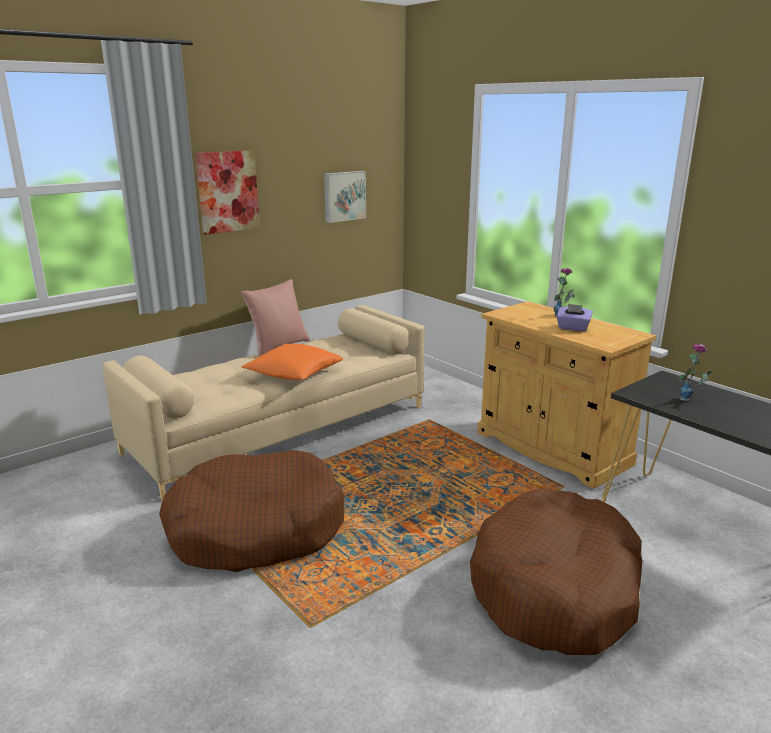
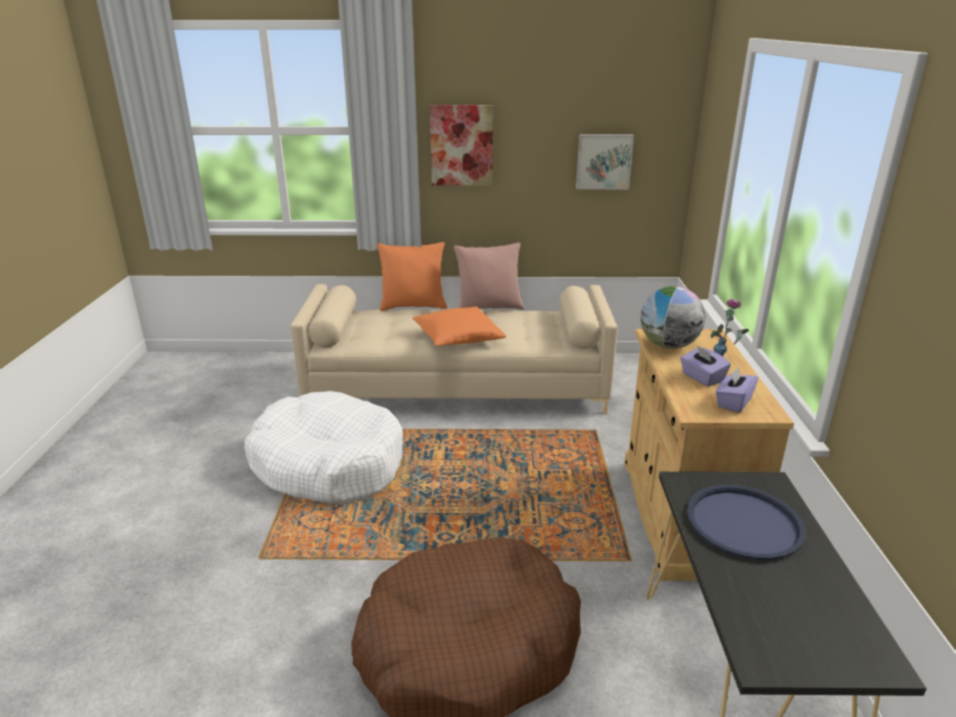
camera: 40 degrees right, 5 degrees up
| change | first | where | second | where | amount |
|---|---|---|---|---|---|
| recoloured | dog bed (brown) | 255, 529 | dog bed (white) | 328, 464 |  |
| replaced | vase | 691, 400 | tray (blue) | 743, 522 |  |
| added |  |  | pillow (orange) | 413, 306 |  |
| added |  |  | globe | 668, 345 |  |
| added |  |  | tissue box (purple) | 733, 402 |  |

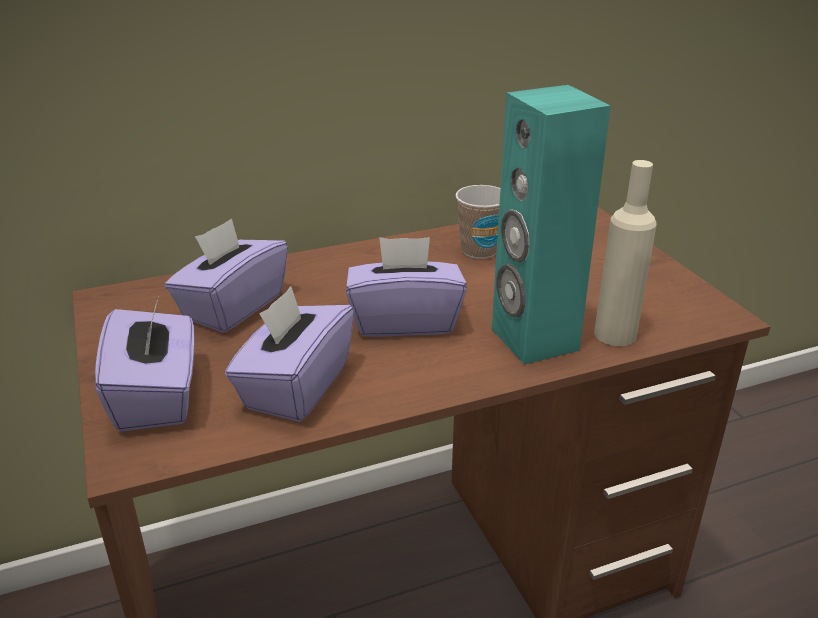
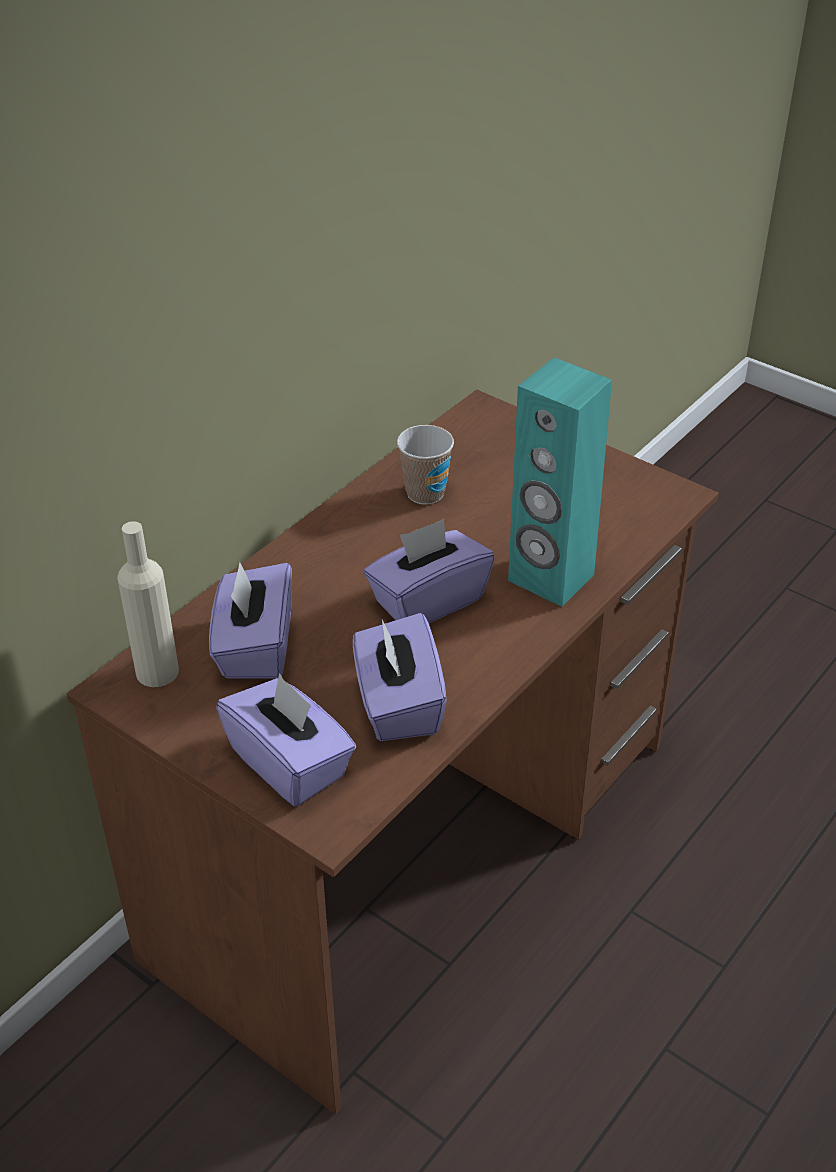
camera: 30 degrees left, 10 degrees up
| change | first | where | second | where | amount |
|---|---|---|---|---|---|
| moved | bottle (beige) | 615, 334 |  | 157, 672 |  |

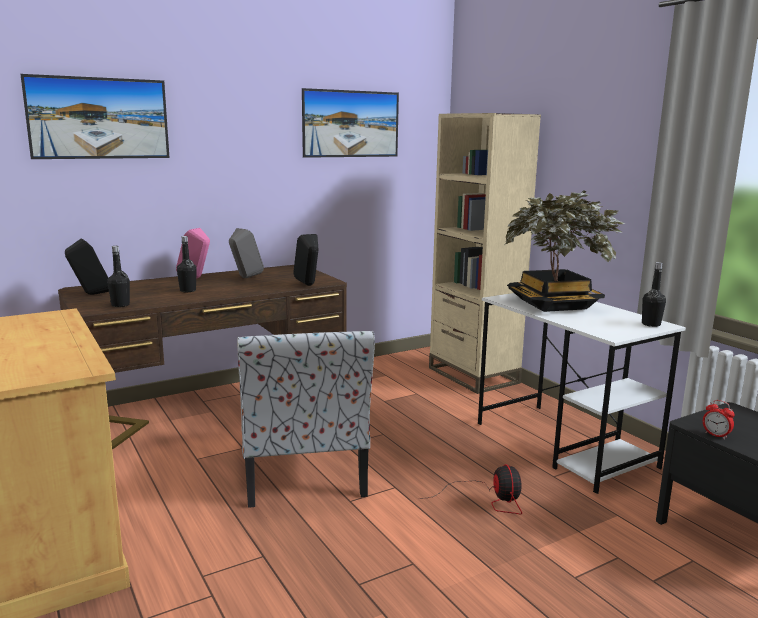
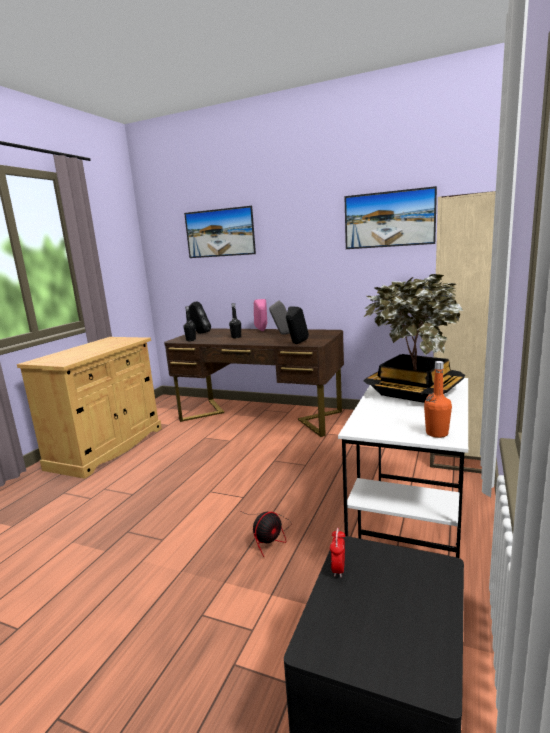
camera: 55 degrees right, 0 degrees up
| change | first | where | second | where | amount |
|---|---|---|---|---|---|
| removed | chair | 303, 470 |  |  |  |
| recoloured | bottle (black) | 651, 324 | bottle (orange) | 437, 433 |  |

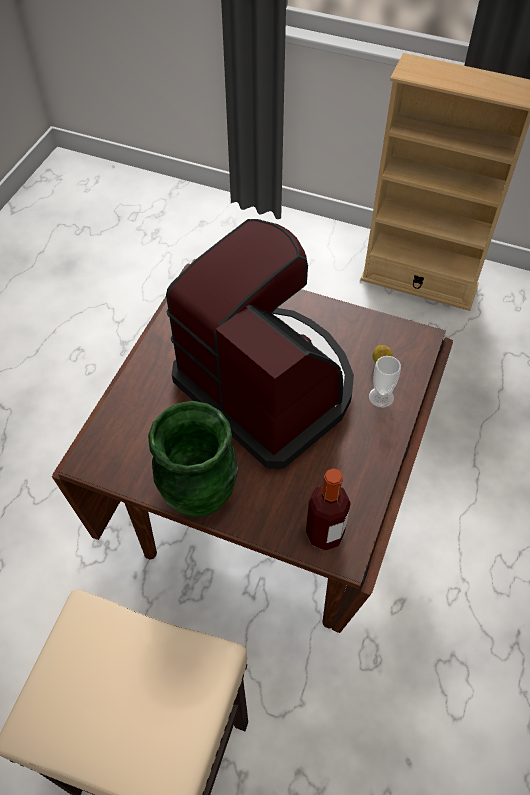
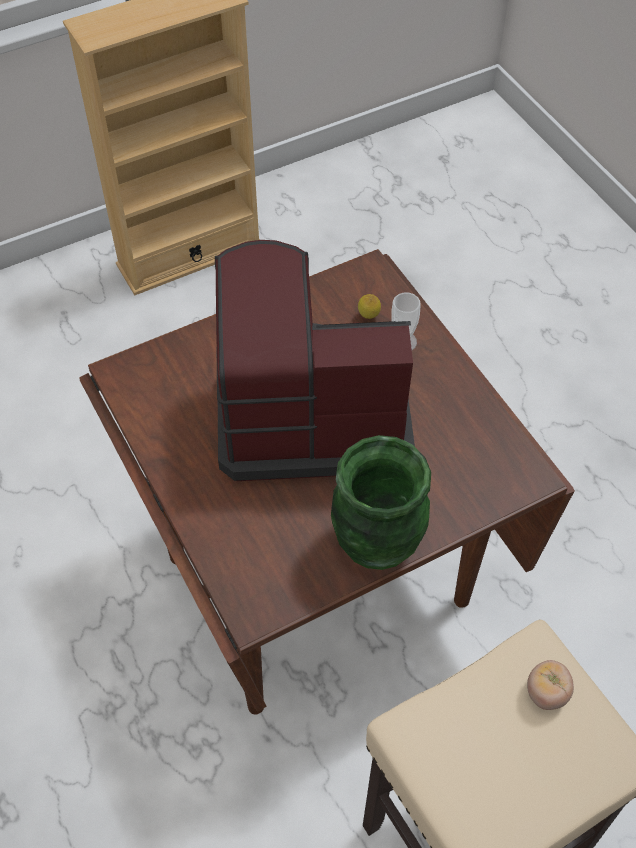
camera: 50 degrees left, 0 degrees up
| change | first | where | second | where | amount |
|---|---|---|---|---|---|
| removed | bottle | 324, 534 |  |  |  |
| added |  |  | tomato | 546, 693 |  |

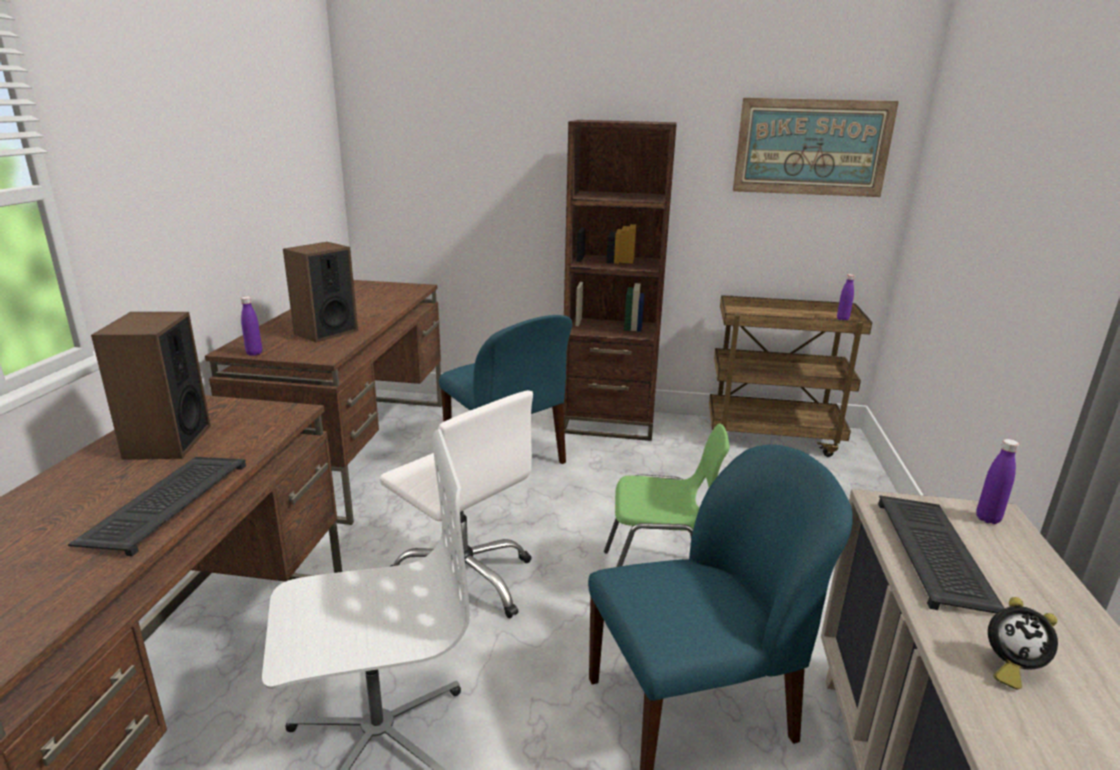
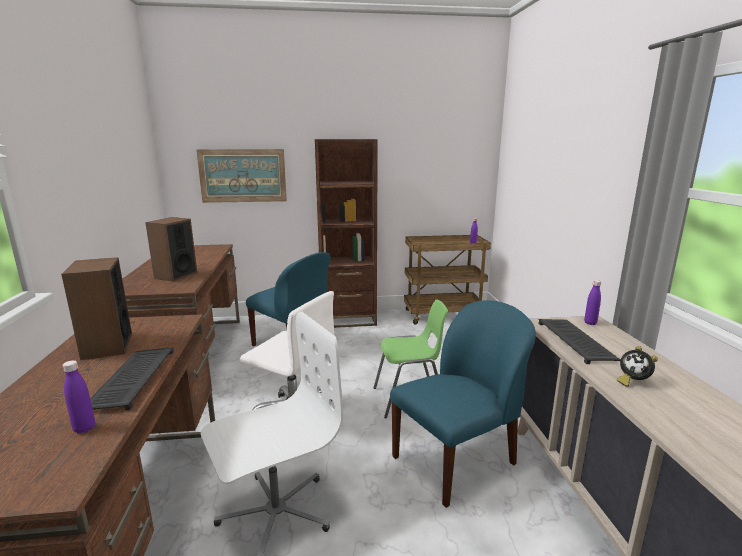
camera: 15 degrees left, 5 degrees down
| change | first | where | second | where | amount |
|---|---|---|---|---|---|
| moved | bottle (purple) | 254, 353 |  | 84, 428 |  |
| moved | picture | 812, 147 |  | 243, 175 |  |
| turned | alarm clock | 1008, 667 |  | 632, 381 | 45 degrees clockwise |

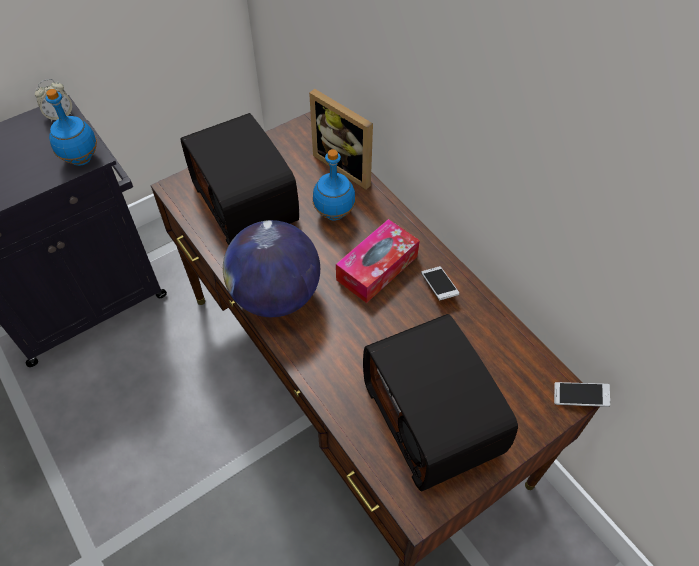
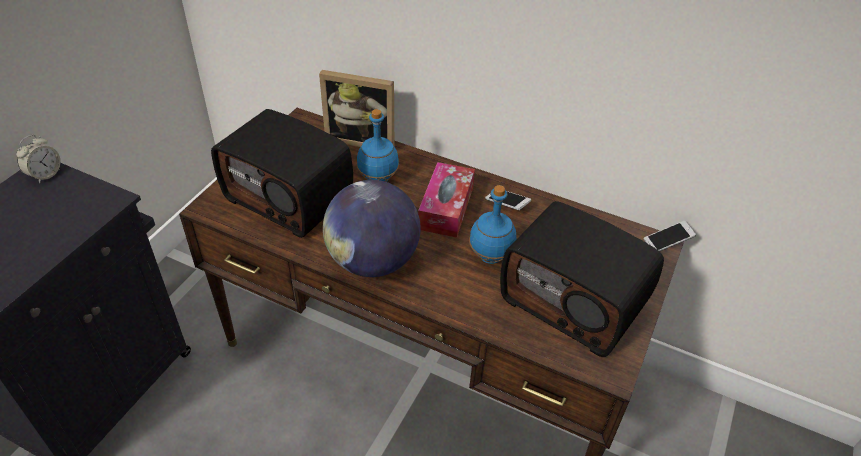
camera: 30 degrees left, 10 degrees down
| change | first | where | second | where | amount |
|---|---|---|---|---|---|
| moved | bottle (blue) | 80, 159 |  | 489, 256 |  |

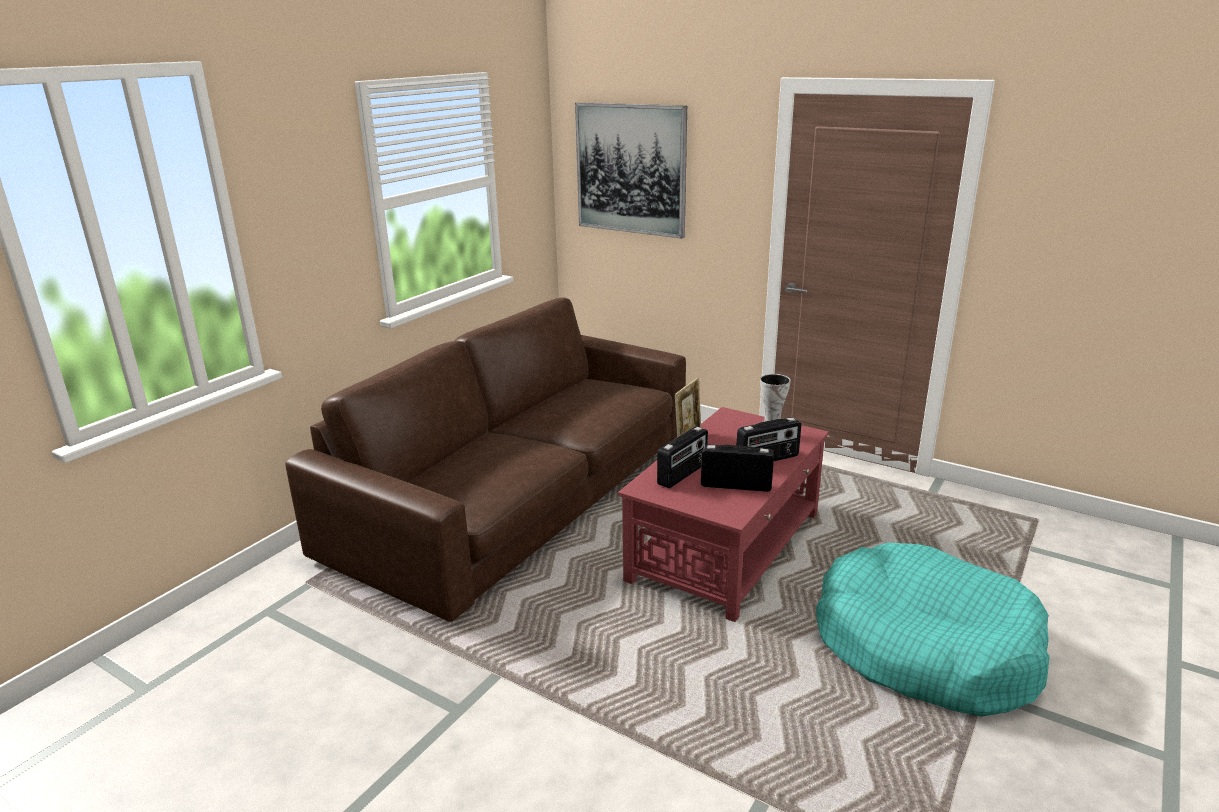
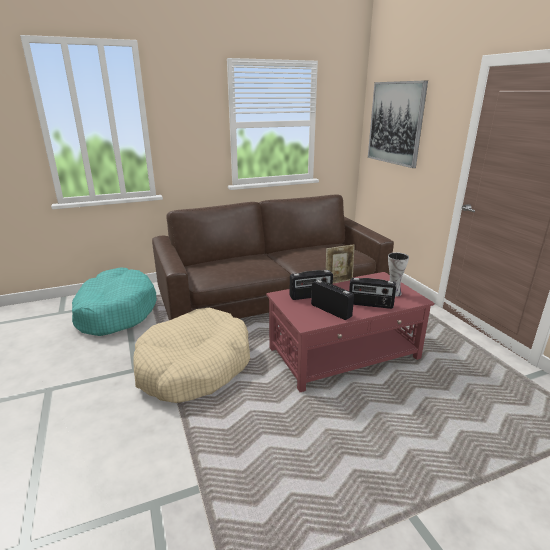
camera: 35 degrees right, 0 degrees up
| change | first | where | second | where | amount |
|---|---|---|---|---|---|
| moved | dog bed (turquoise) | 924, 647 |  | 115, 311 |  |
| added |  |  | dog bed (beige) | 194, 366 |  |

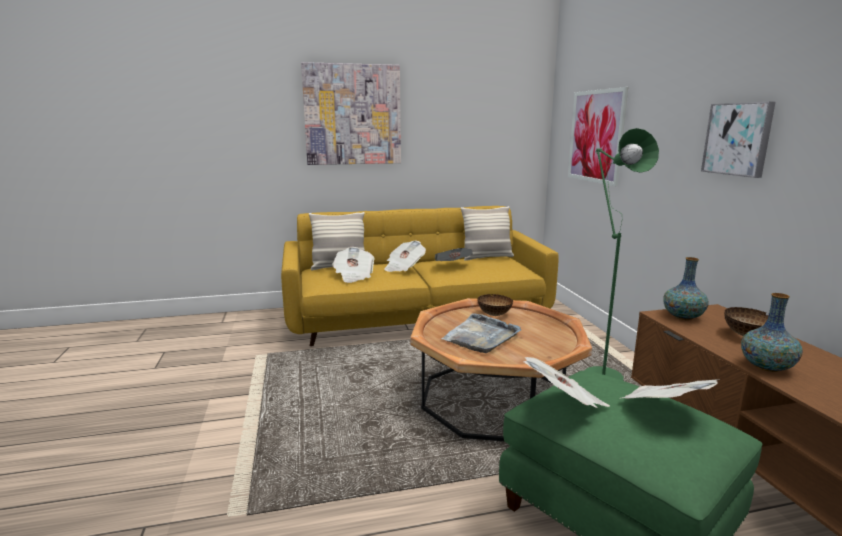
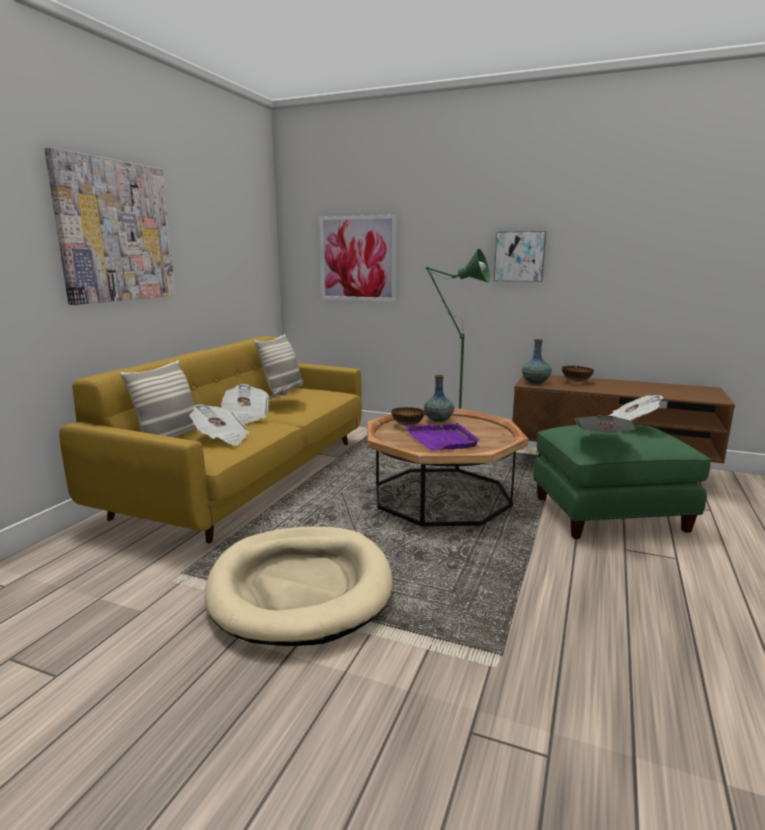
camera: 55 degrees left, 0 degrees up
| change | first | where | second | where | amount |
|---|---|---|---|---|---|
| recoloured | tray (grey) | 481, 336 | tray (purple) | 443, 439 |  |
| moved | vase | 766, 367 |  | 438, 420 |  |
| added |  |  | dog bed (beige) | 300, 588 |  |

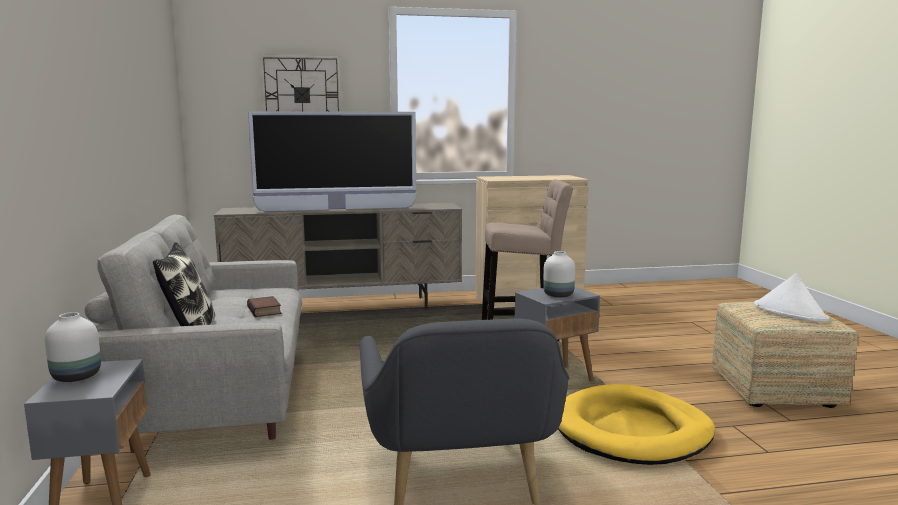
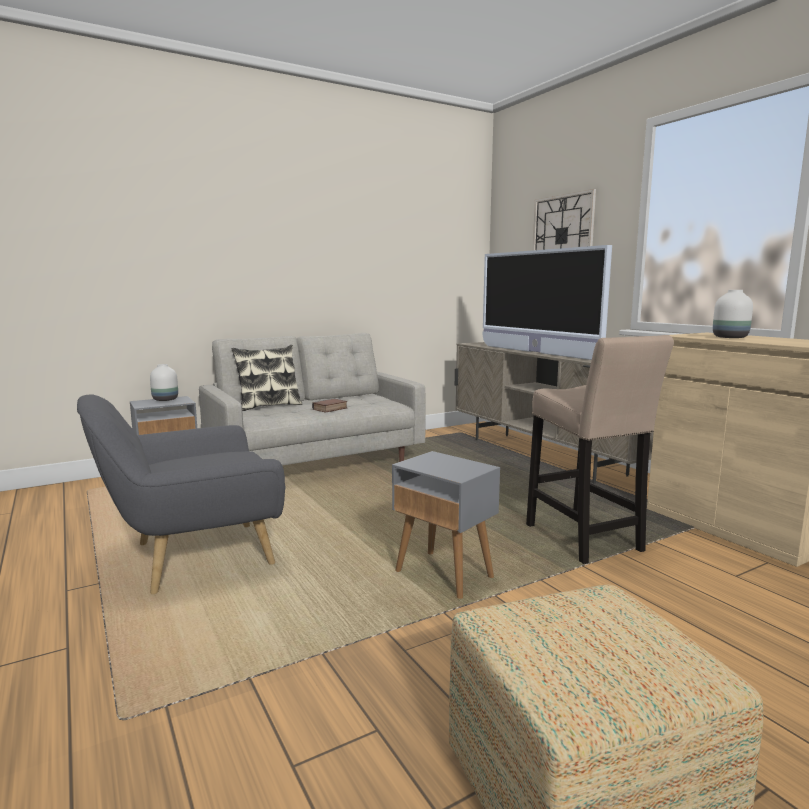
camera: 70 degrees right, 0 degrees up
| change | first | where | second | where | amount |
|---|---|---|---|---|---|
| moved | vase (white) | 557, 295 |  | 729, 337 |  |
| removed | dog bed (yellow) | 631, 431 |  |  |  |
| removed | hat (white) | 790, 312 |  |  |  |

